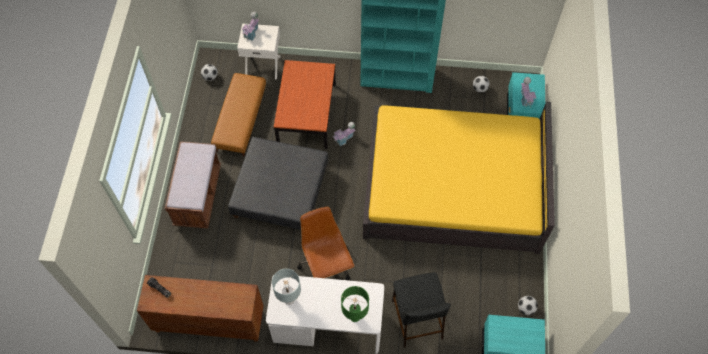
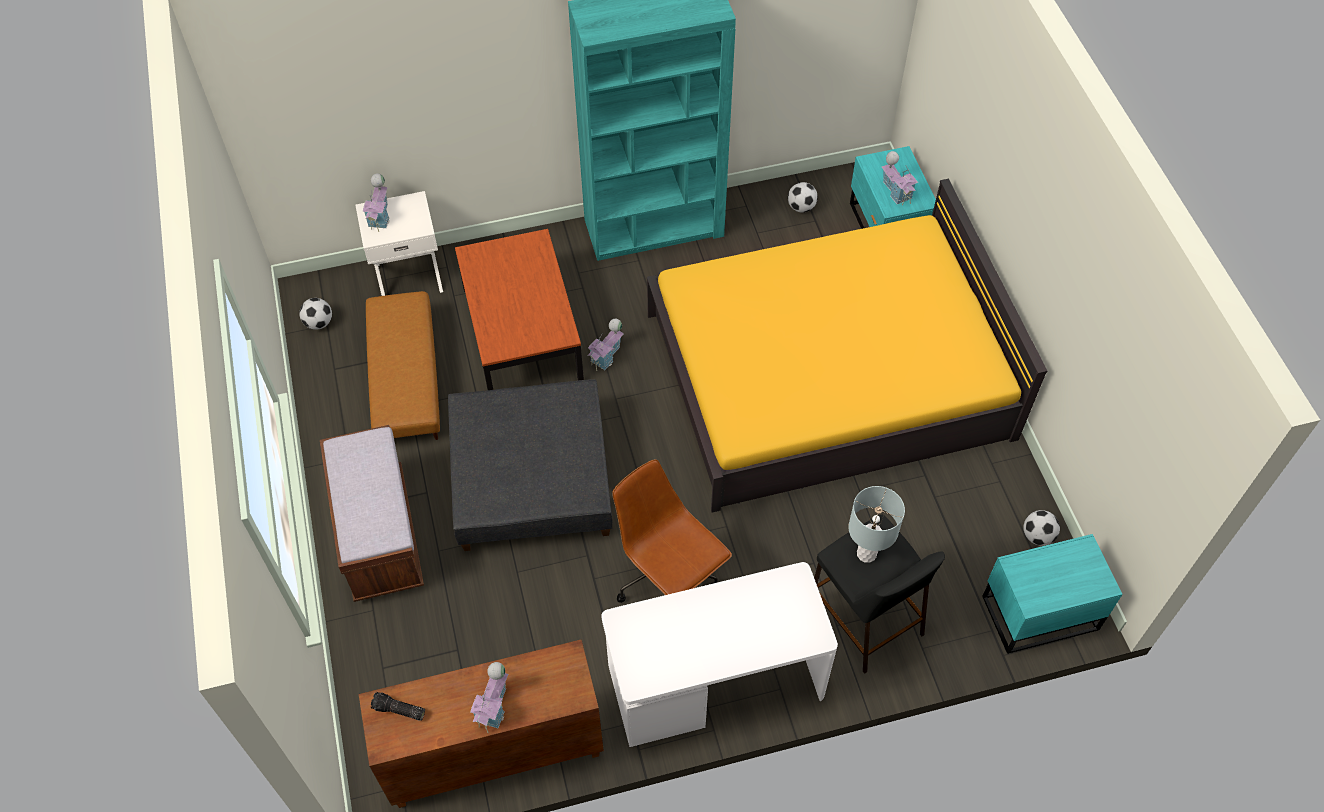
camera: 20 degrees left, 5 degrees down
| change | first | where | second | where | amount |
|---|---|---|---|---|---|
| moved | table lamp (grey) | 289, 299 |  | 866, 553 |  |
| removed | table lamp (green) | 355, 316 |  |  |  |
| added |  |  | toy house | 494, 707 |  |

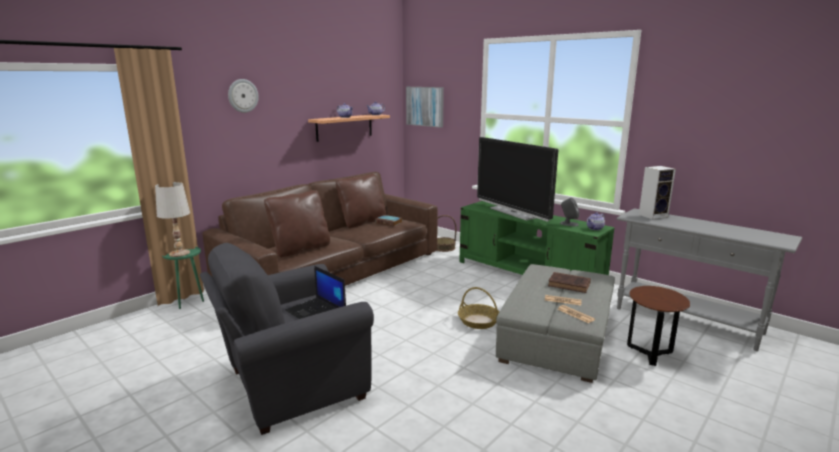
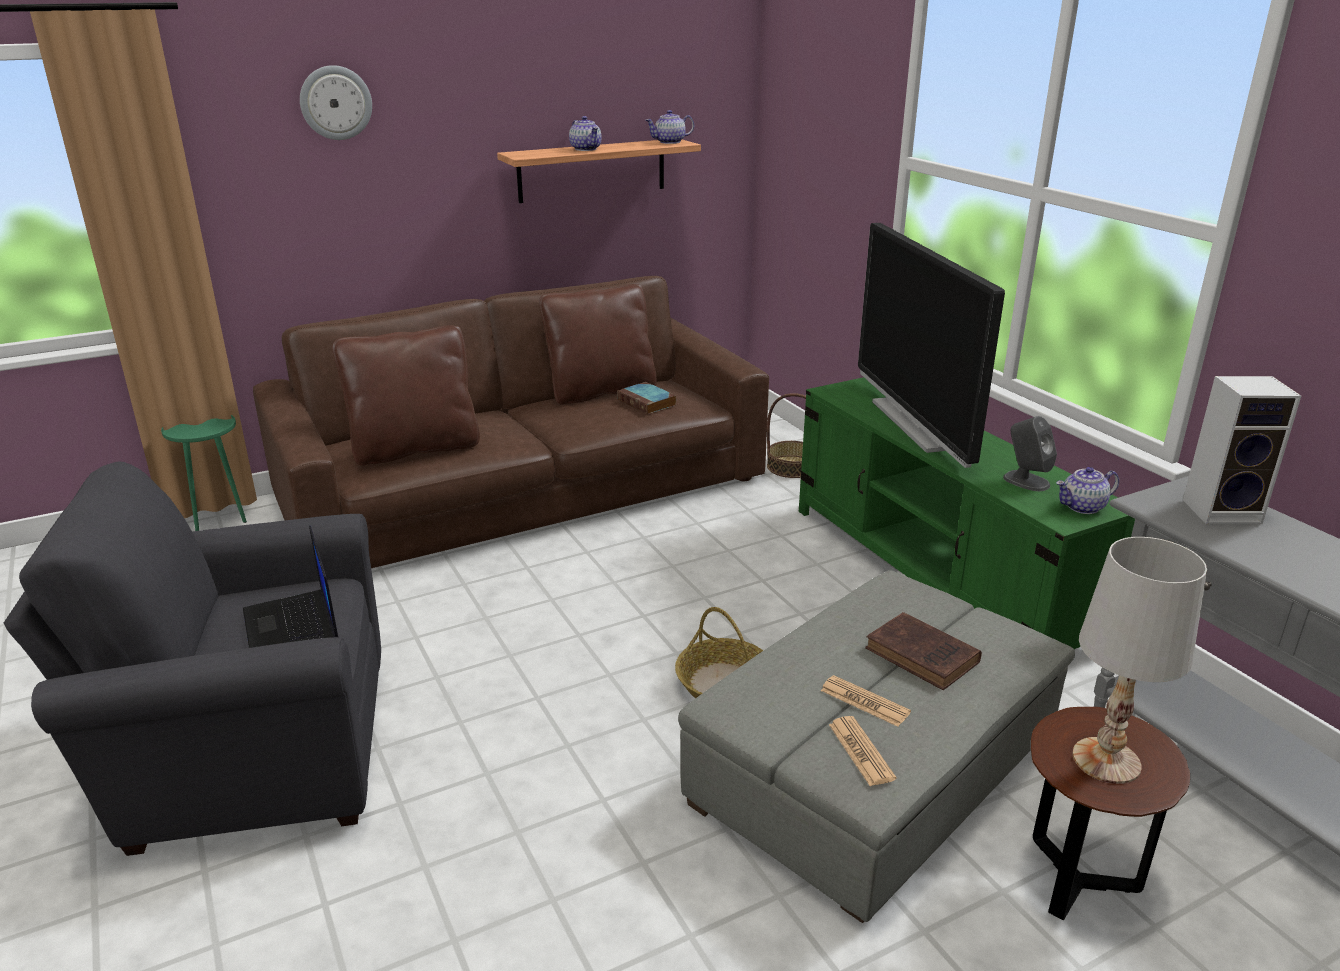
camera: 20 degrees right, 10 degrees up
| change | first | where | second | where | amount |
|---|---|---|---|---|---|
| moved | table lamp (white) | 179, 253 |  | 1107, 761 |  |
| removed | picture | 425, 106 |  |  |  |

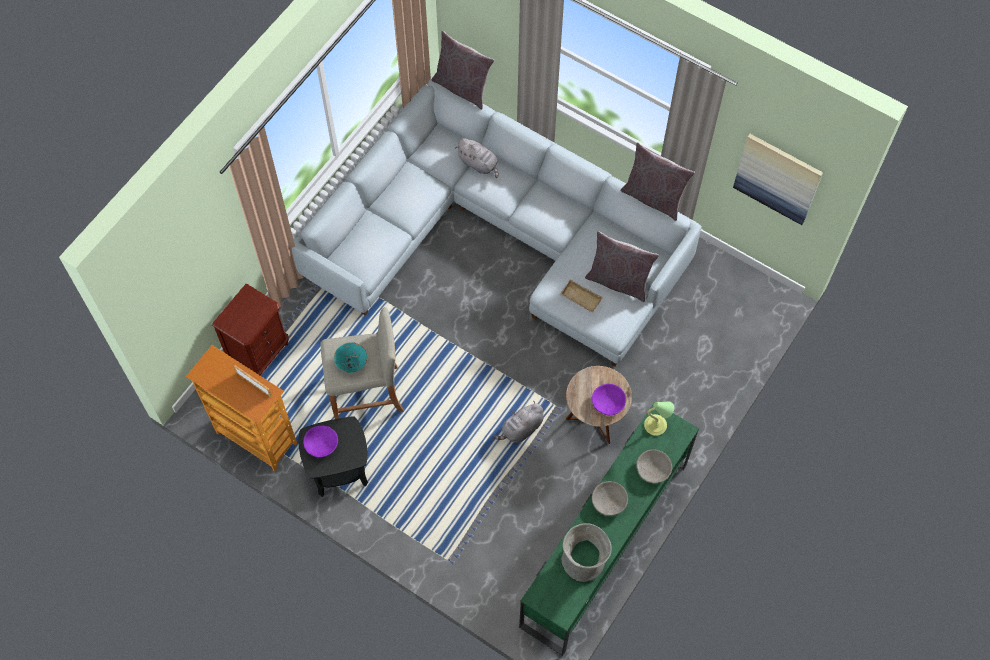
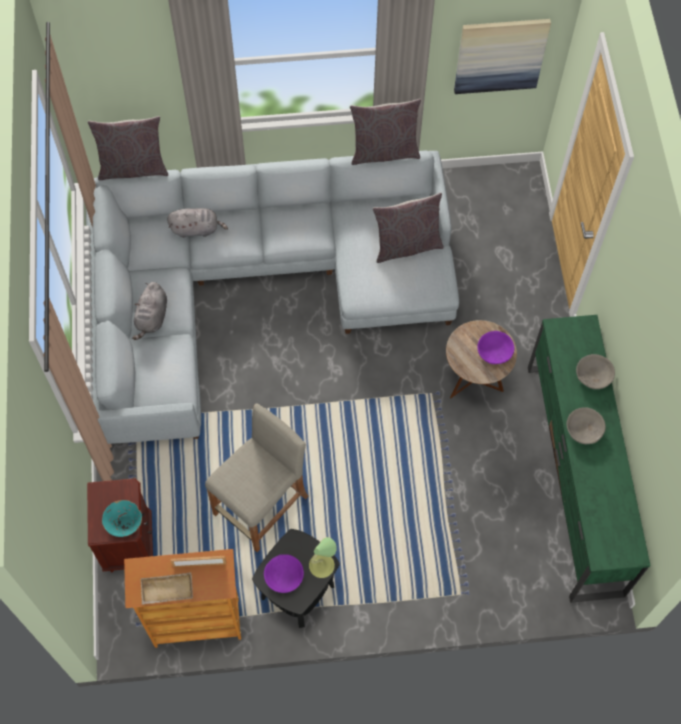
camera: 40 degrees left, 0 degrees up
| change | first | where | second | where | amount |
|---|---|---|---|---|---|
| moved | bowl (turquoise) | 352, 363 |  | 124, 523 |  |
| moved | plush toy (grey) | 521, 429 |  | 152, 318 |  |
| moved | tray (beige) | 579, 298 |  | 166, 591 |  |
| removed | vase (grey) | 584, 559 |  |  |  |
| moved | table lamp | 656, 425 |  | 322, 565 |  |

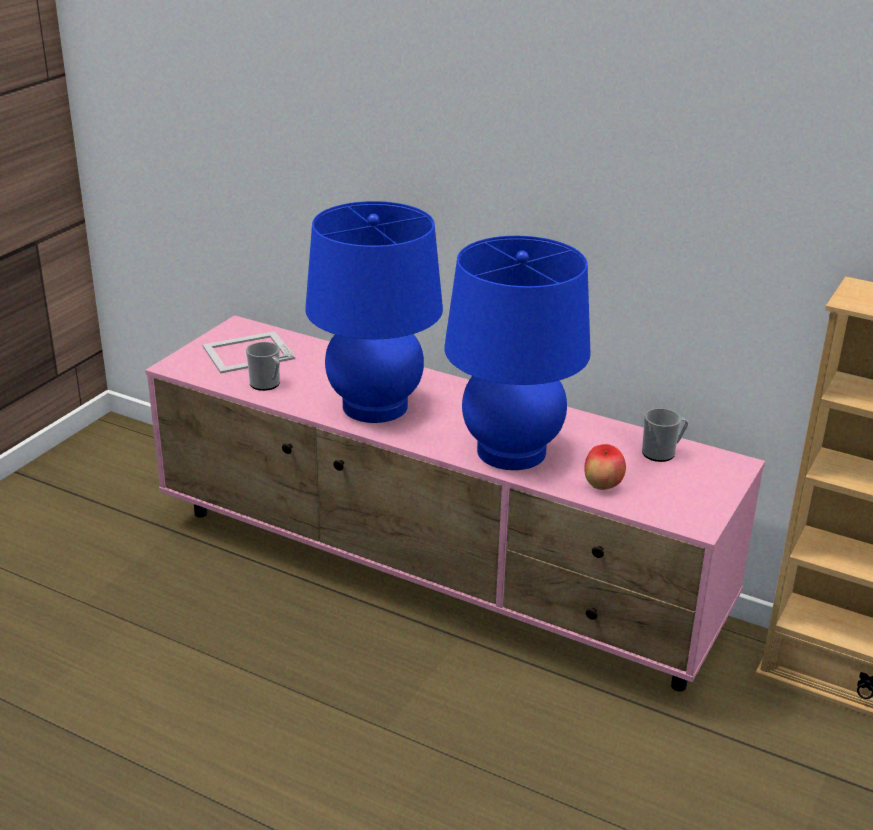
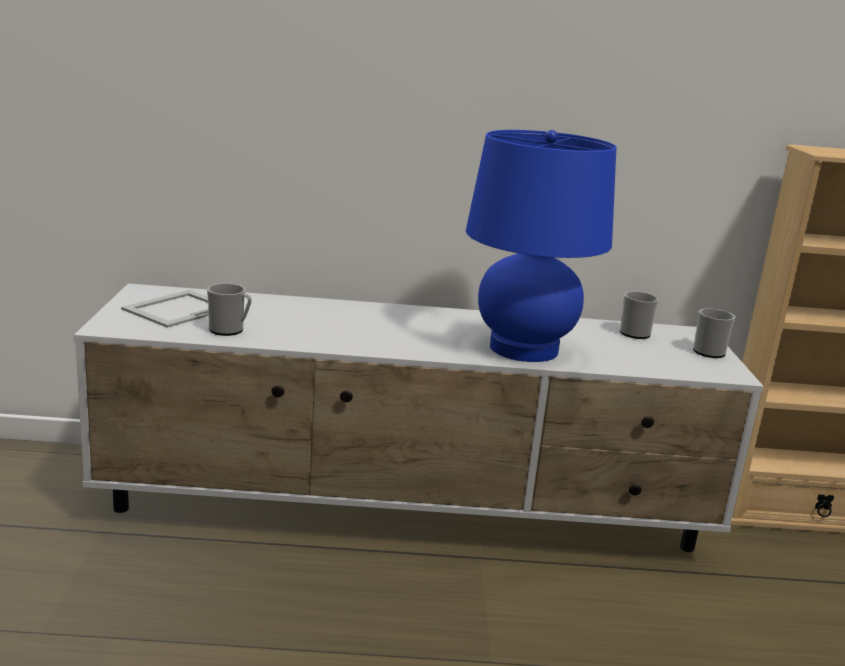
camera: 30 degrees left, 10 degrees down
| change | first | where | second | where | amount |
|---|---|---|---|---|---|
| recoloured | tv stand (pink) | 436, 576 | tv stand (white) | 410, 511 |  |
| removed | table lamp (blue) | 375, 406 |  |  |  |
| removed | apple | 602, 486 |  |  |  |
| added |  |  | mug | 707, 350 |  |

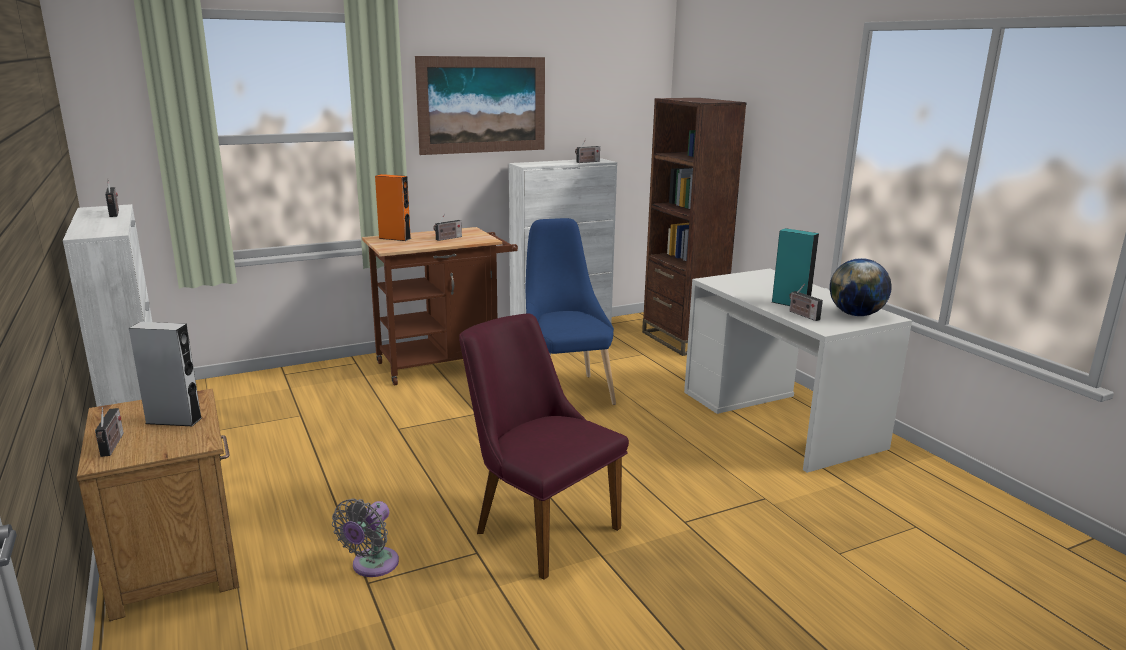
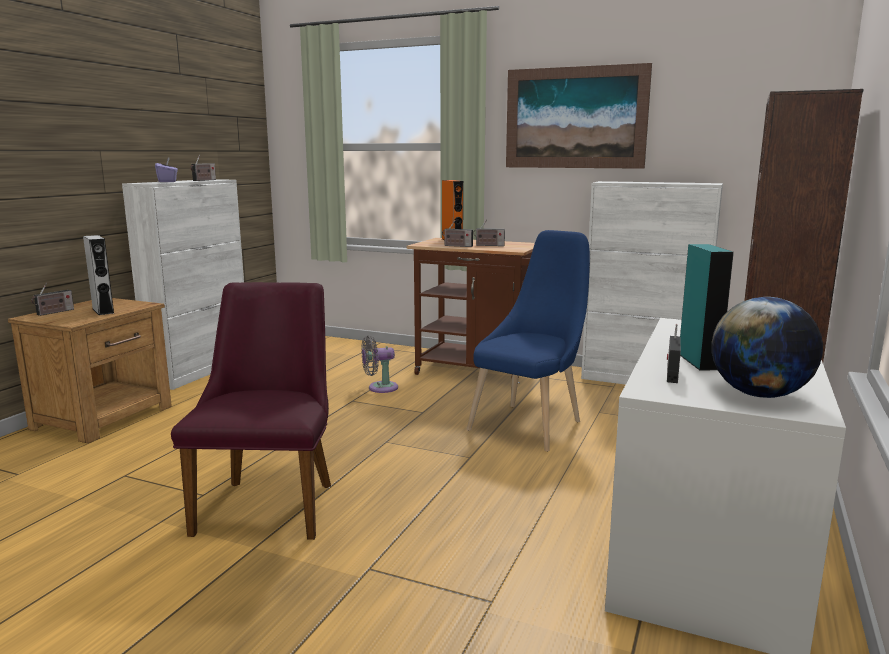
camera: 50 degrees right, 5 degrees down
| change | first | where | second | where | amount |
|---|---|---|---|---|---|
| moved | fan (grey) | 372, 566 |  | 379, 388 |  |
| moved | radio | 587, 162 |  | 457, 246 |  |
| added |  |  | tissue box (purple) | 168, 181 |  |

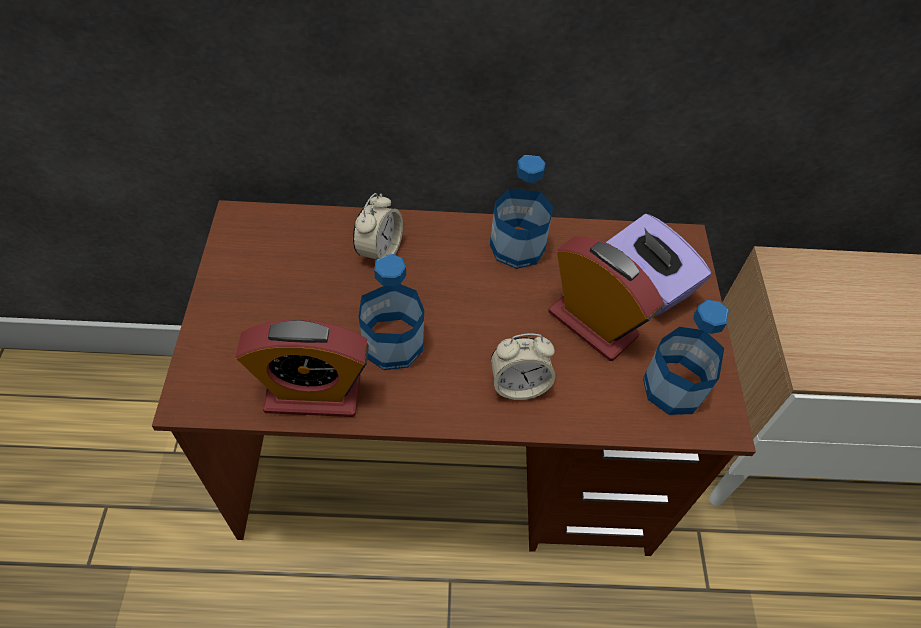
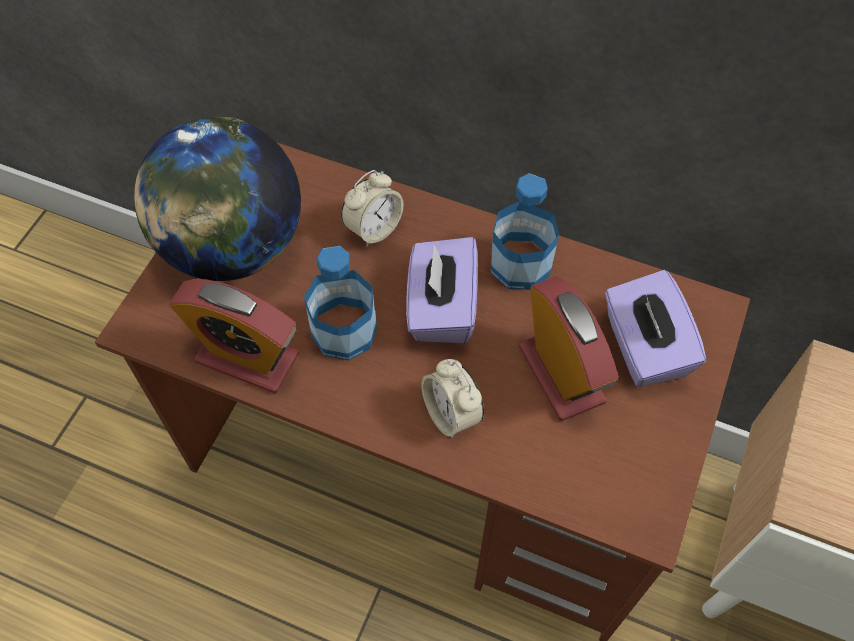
camera: 25 degrees right, 5 degrees up
| change | first | where | second | where | amount |
|---|---|---|---|---|---|
| turned | alarm clock | 518, 384 |  | 451, 414 | 45 degrees clockwise |
| removed | bottle | 674, 388 |  |  |  |
| added |  |  | globe | 233, 247 |  |
| added |  |  | tissue box (purple) | 441, 308 |  |

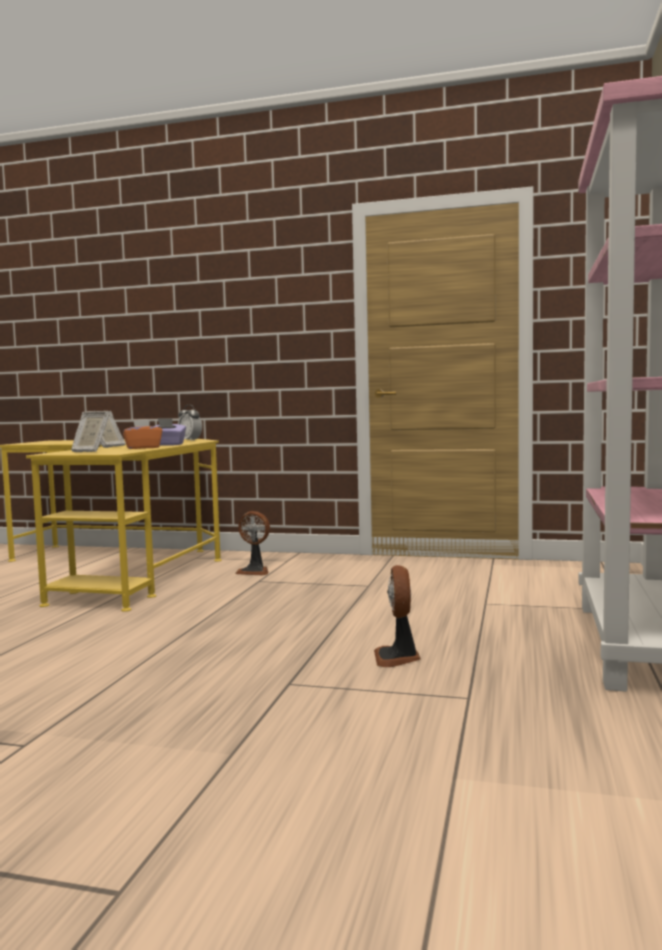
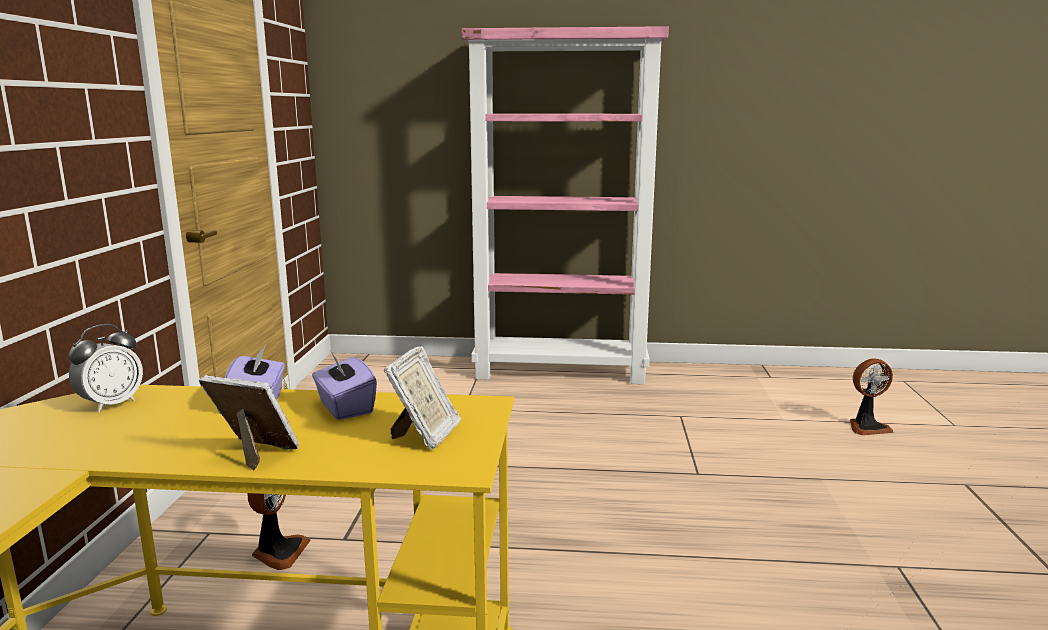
camera: 100 degrees left, 10 degrees up
| change | first | where | second | where | amount |
|---|---|---|---|---|---|
| recoloured | tissue box (orange) | 143, 448 | tissue box (purple) | 345, 407 |  |
| moved | fan | 397, 658 |  | 867, 427 |  |

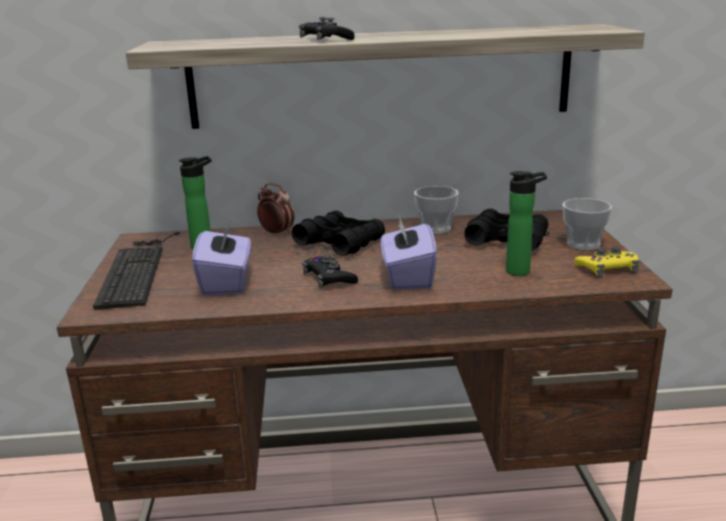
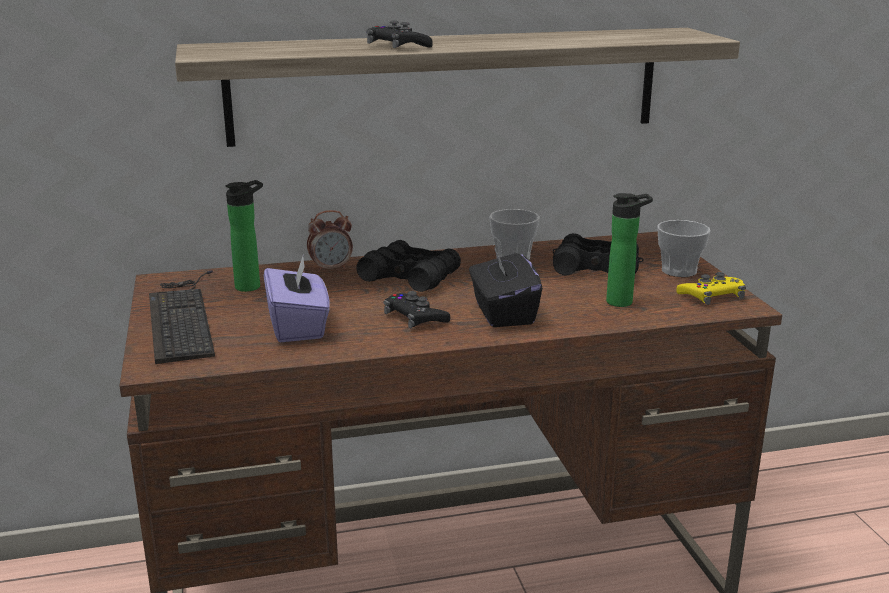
camera: 10 degrees left, 0 degrees up
| change | first | where | second | where | amount |
|---|---|---|---|---|---|
| turned | alarm clock | 277, 233 |  | 331, 269 | 135 degrees clockwise |
| recoloured | tissue box (purple) | 407, 277 | tissue box (black) | 502, 313 |  |

